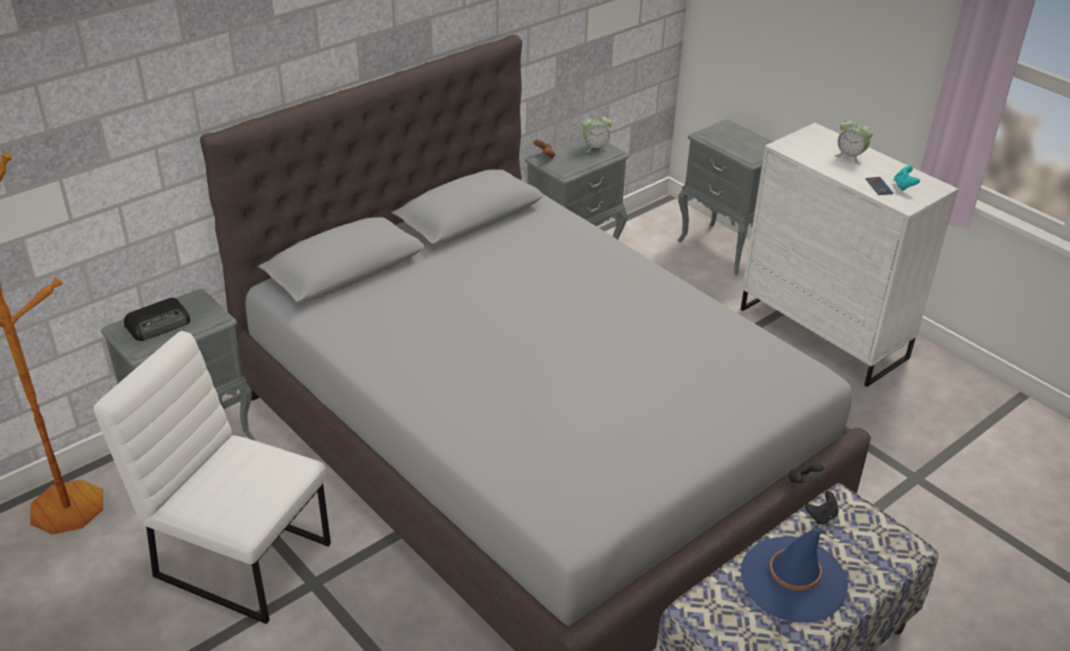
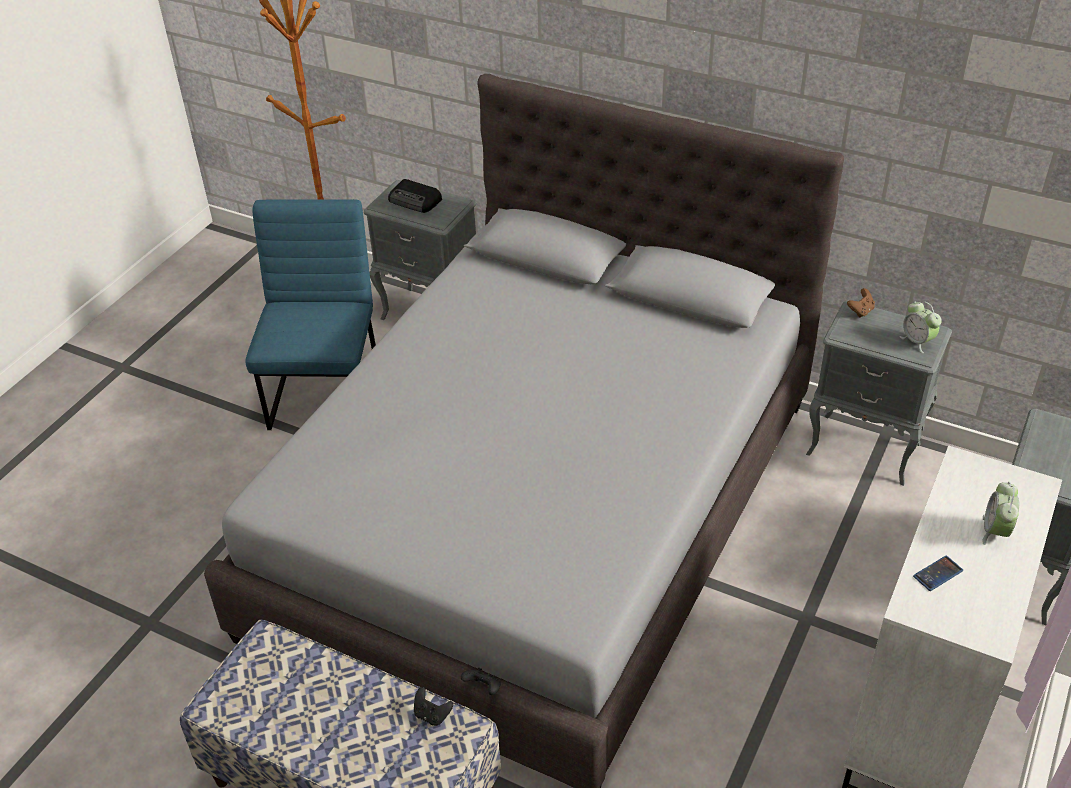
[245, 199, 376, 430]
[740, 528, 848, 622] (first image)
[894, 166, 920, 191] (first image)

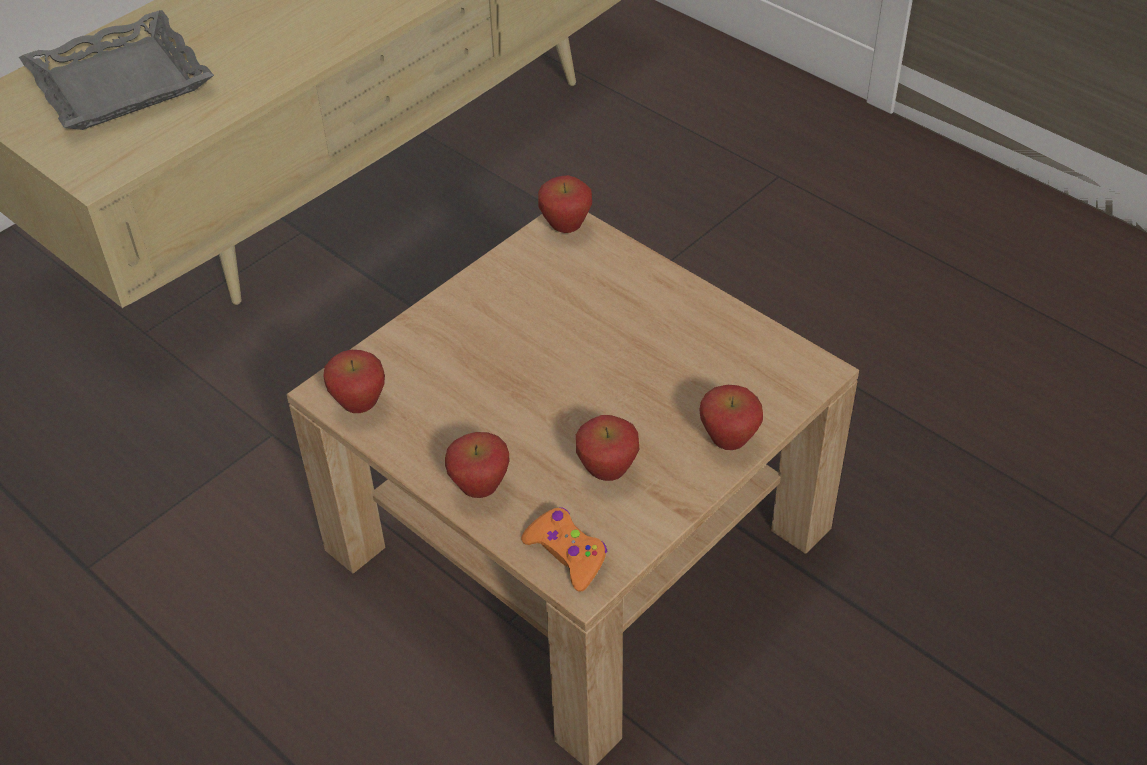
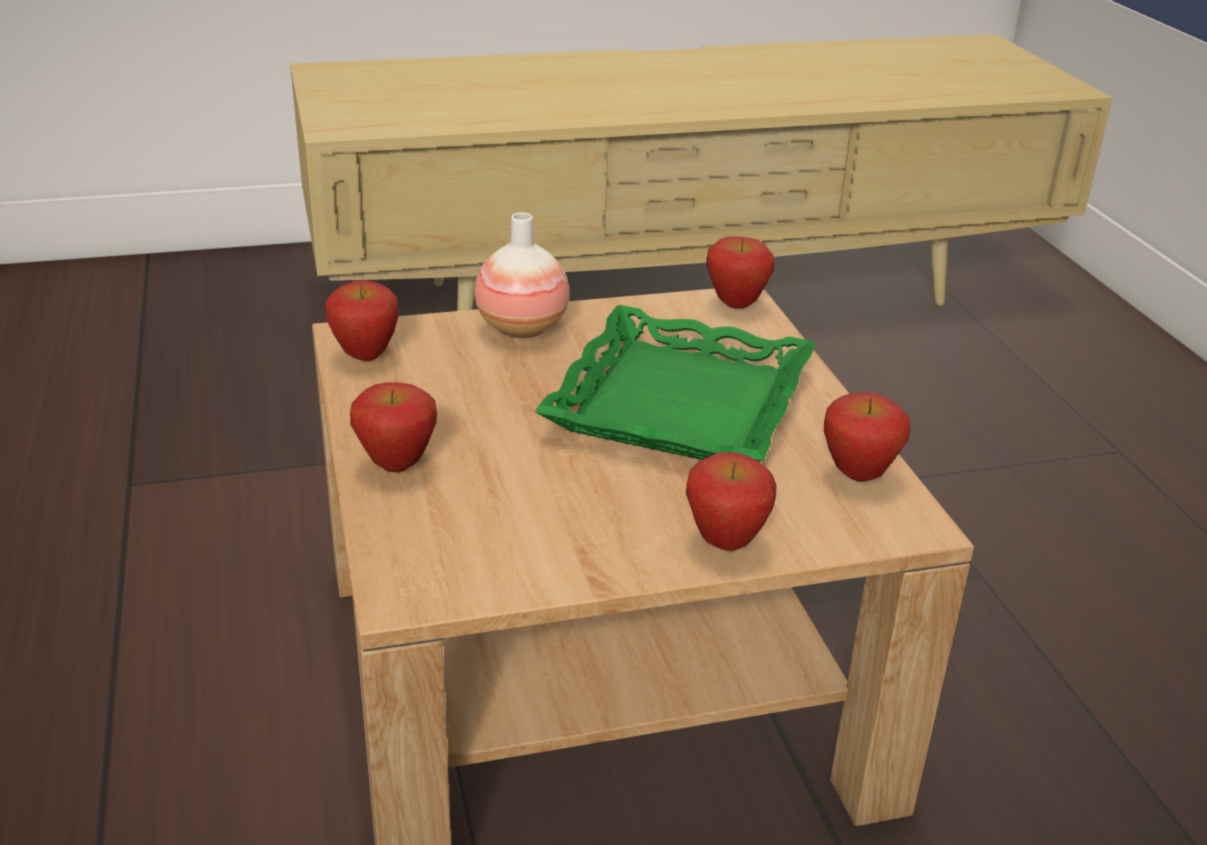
[474, 212, 569, 338]
[535, 305, 816, 462]
[824, 392, 910, 482]
[19, 10, 214, 130] (first image)
[521, 507, 608, 591] (first image)

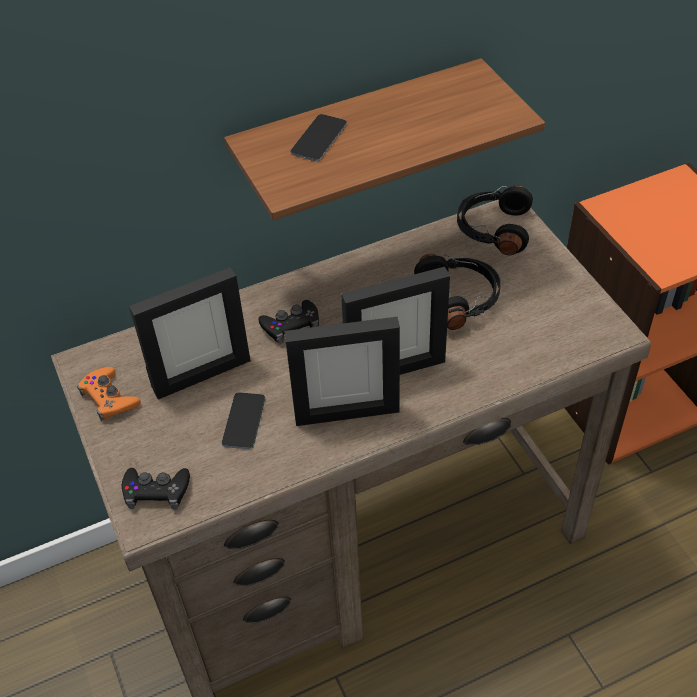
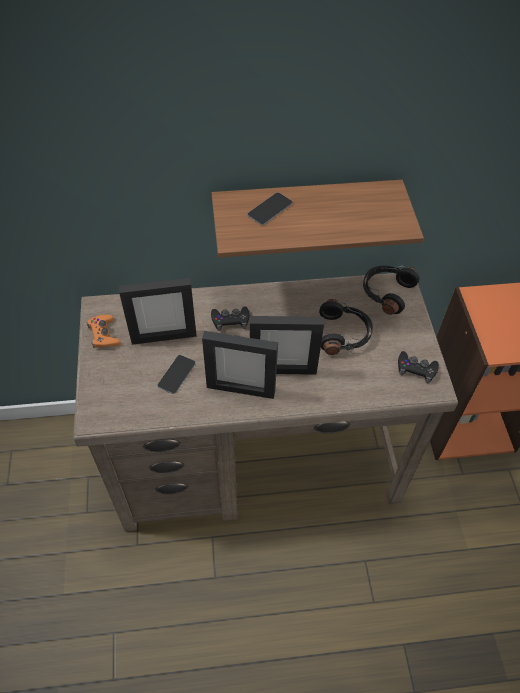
[398, 351, 439, 383]

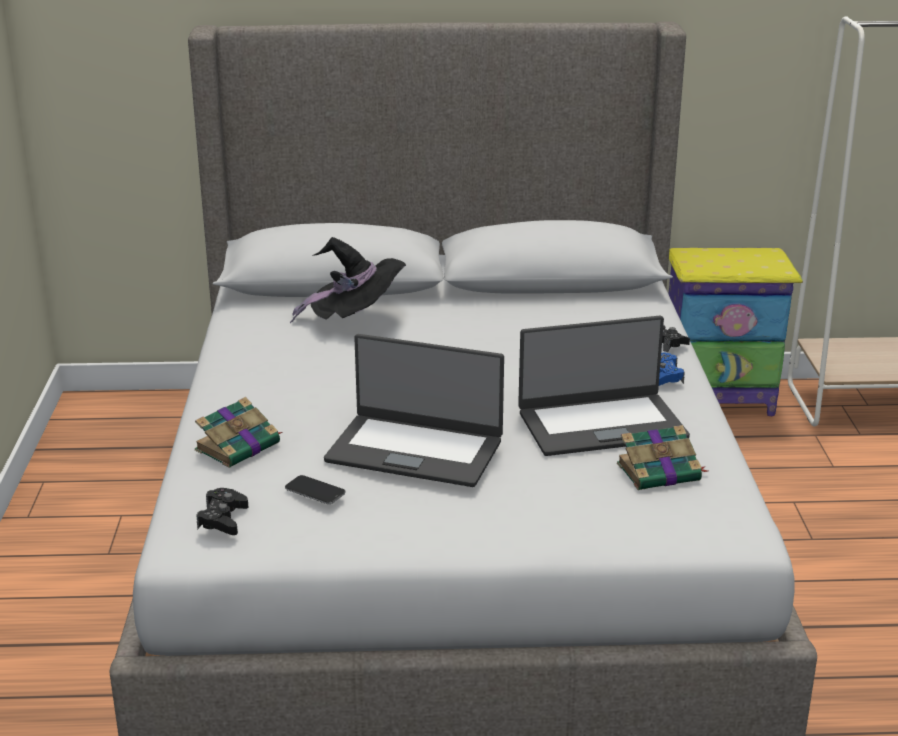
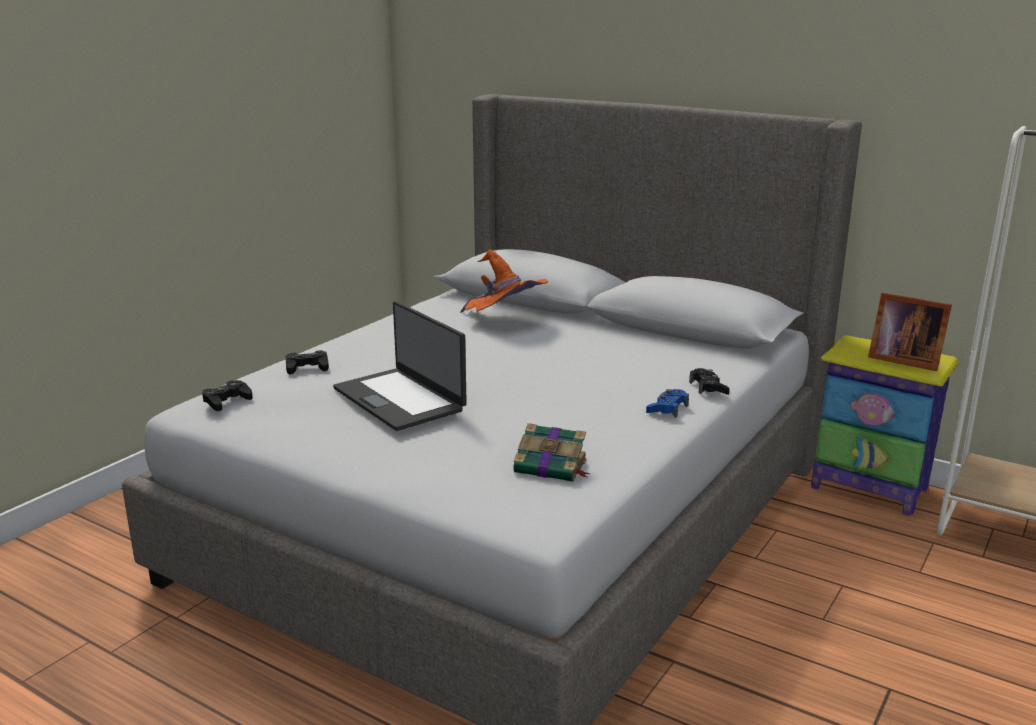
[286, 350, 329, 374]
[460, 249, 548, 313]
[868, 293, 952, 371]
[285, 475, 346, 504] (first image)
[518, 316, 690, 456] (first image)

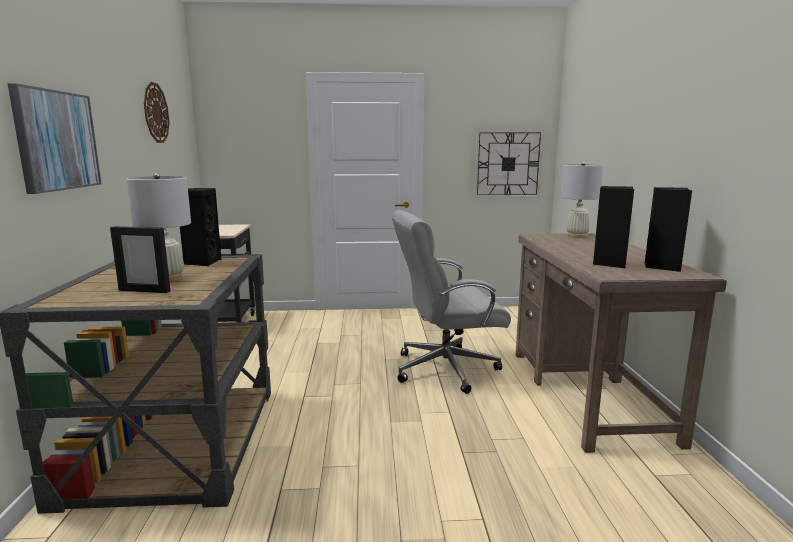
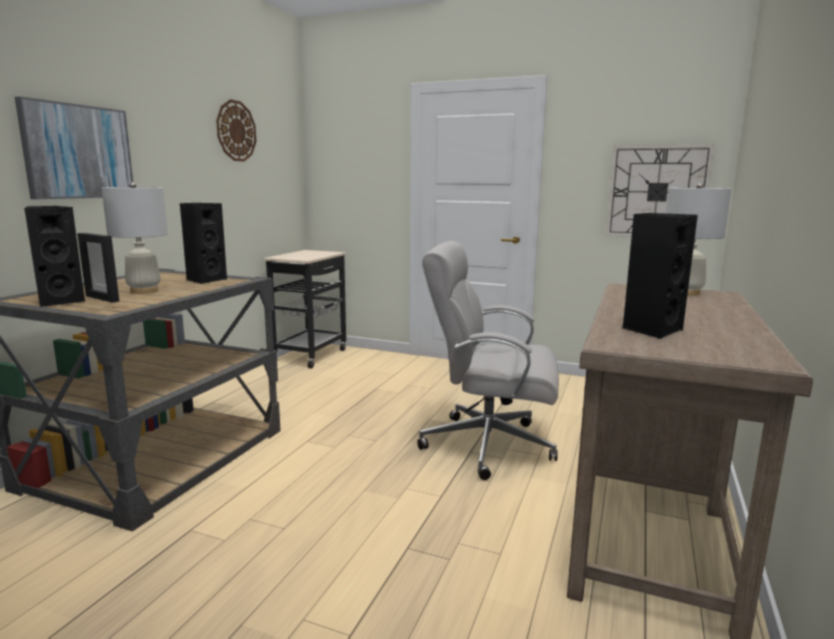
[24, 206, 85, 307]

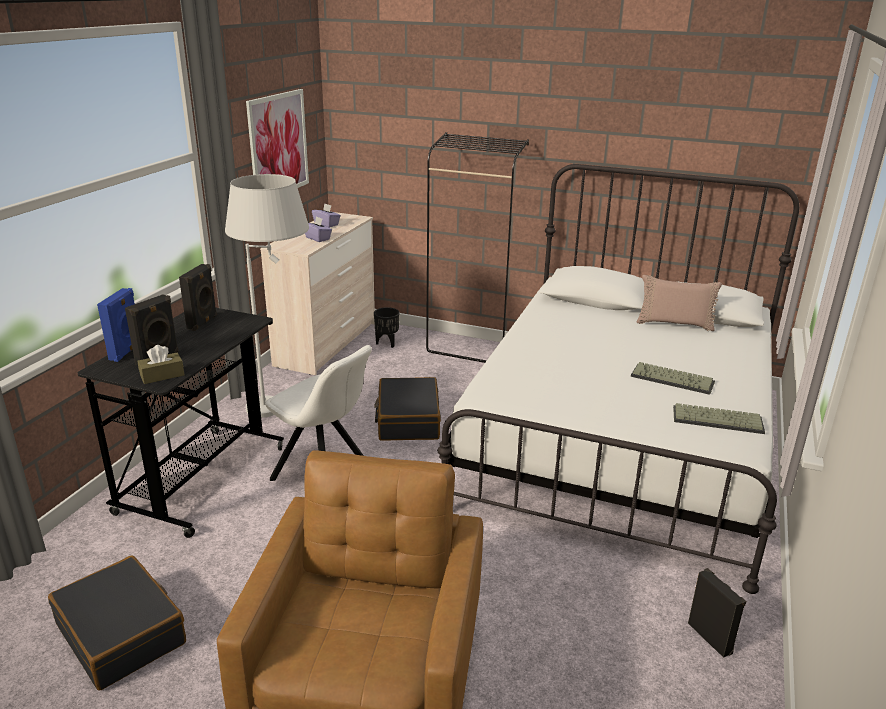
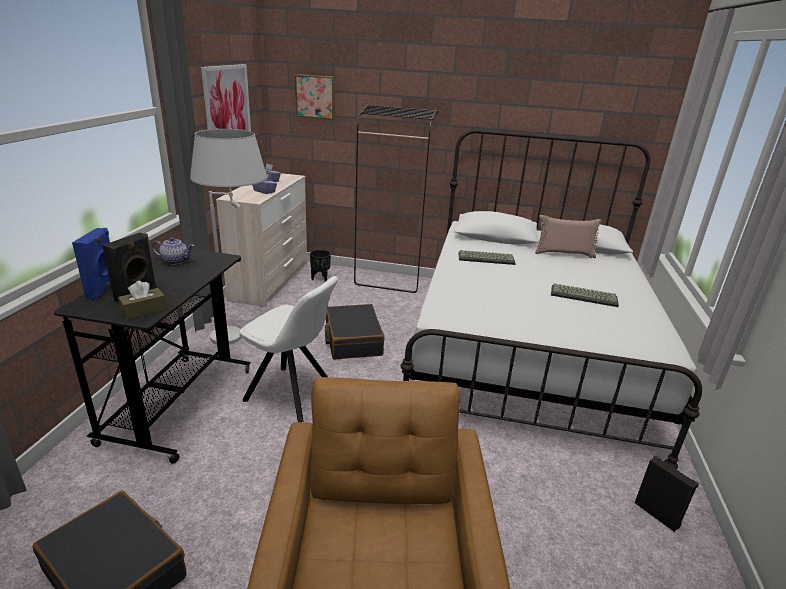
[152, 237, 194, 265]
[295, 74, 335, 120]
[458, 250, 516, 265]

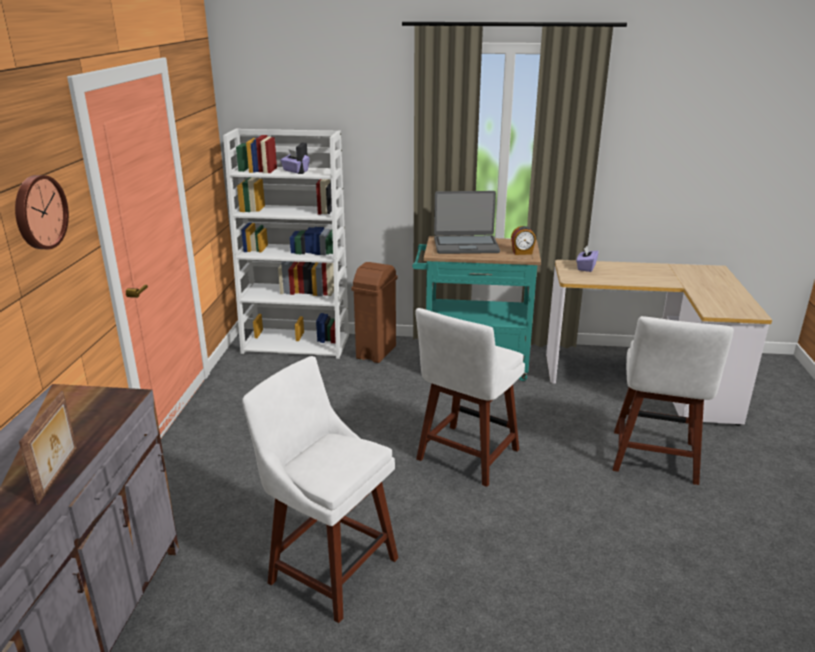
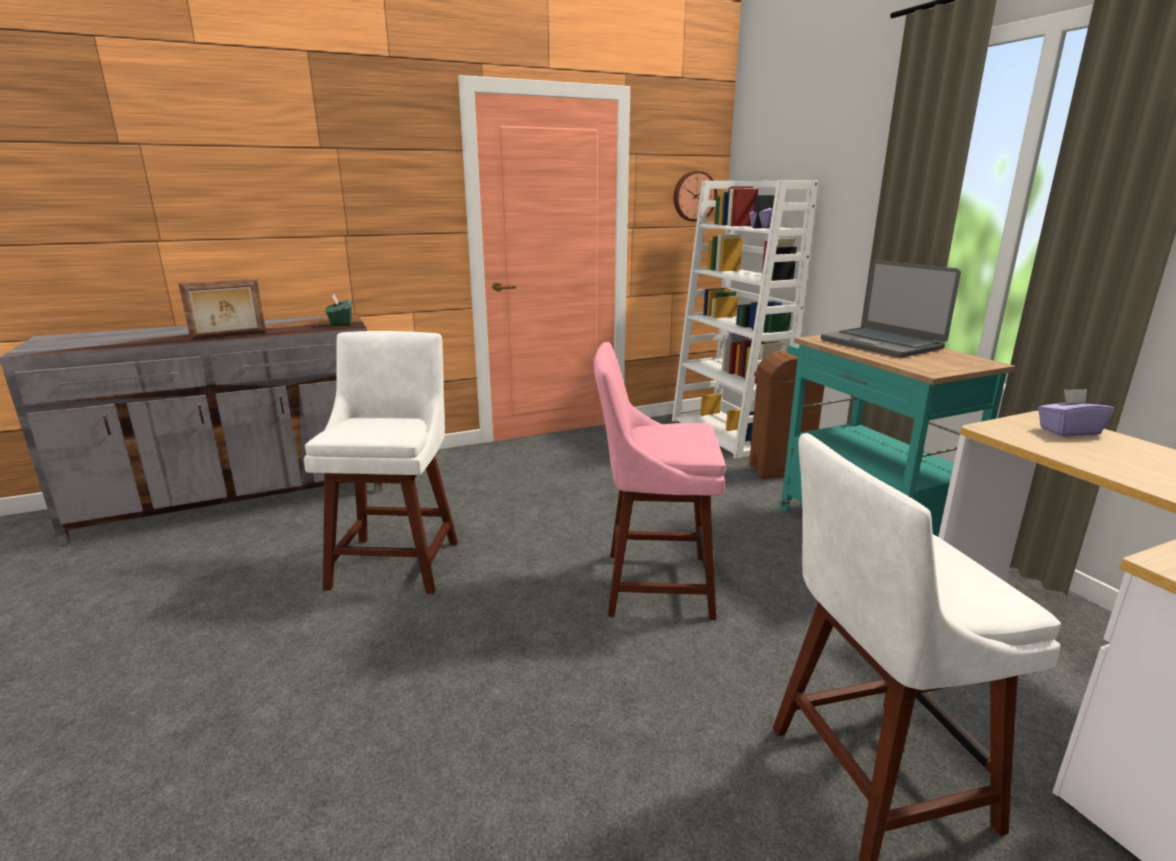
[325, 294, 352, 326]
[594, 342, 725, 620]
[674, 171, 717, 222]
[511, 226, 536, 255] (first image)

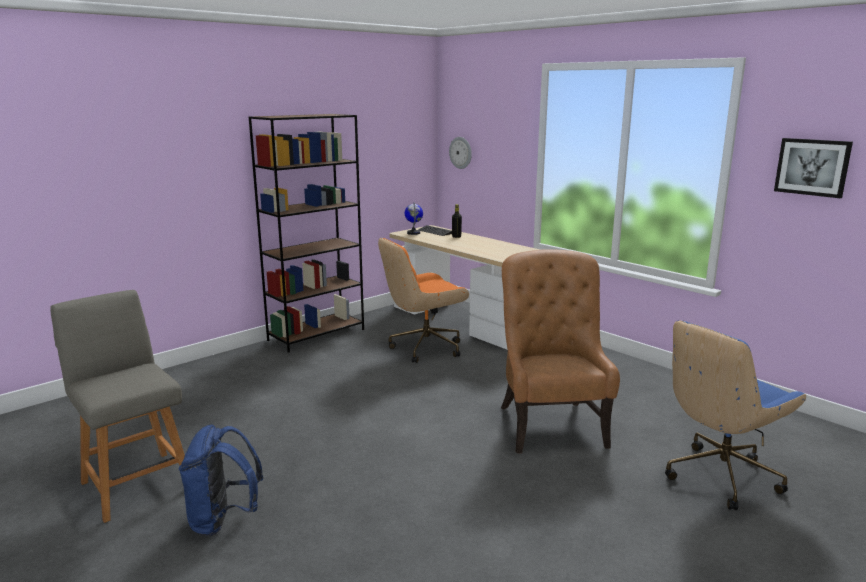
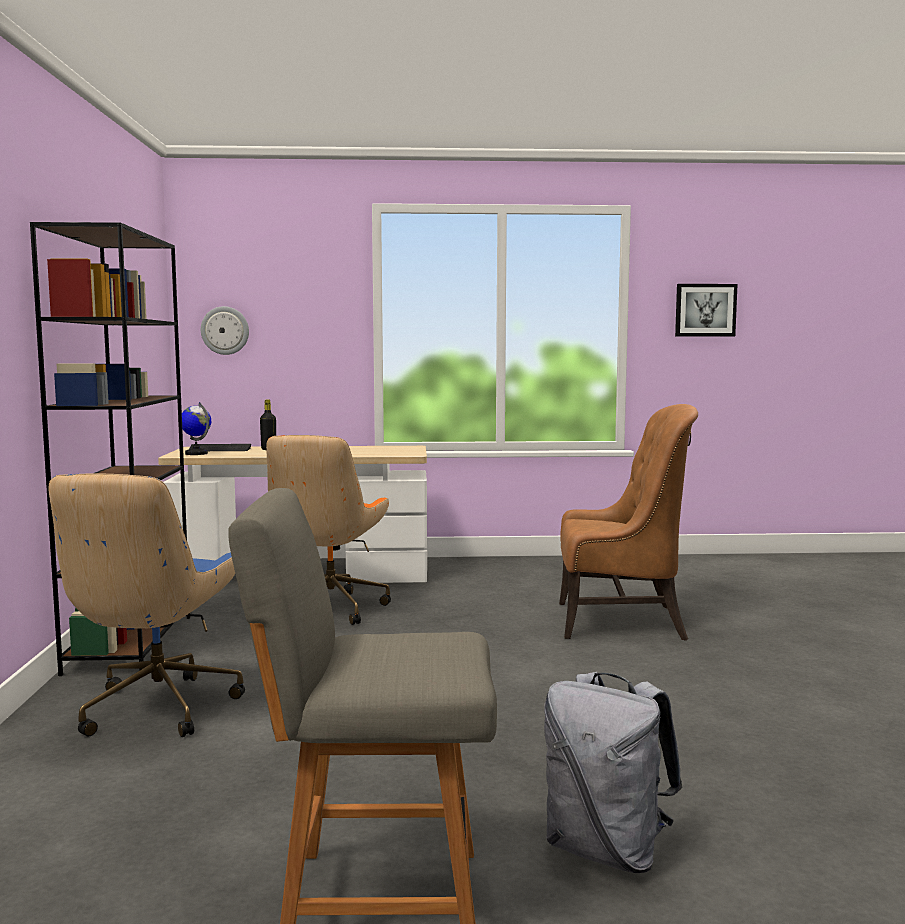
[49, 473, 245, 737]
[544, 672, 682, 873]
[559, 404, 698, 641]

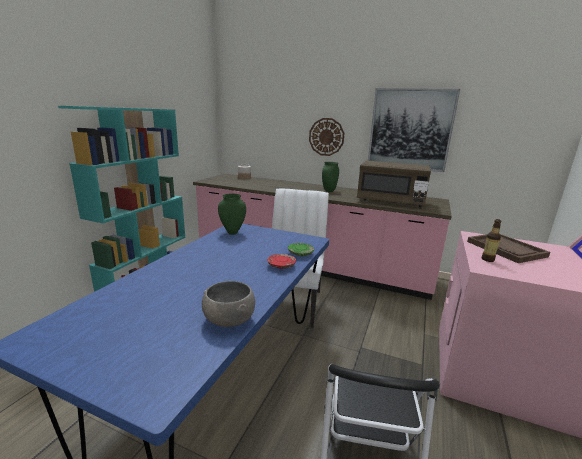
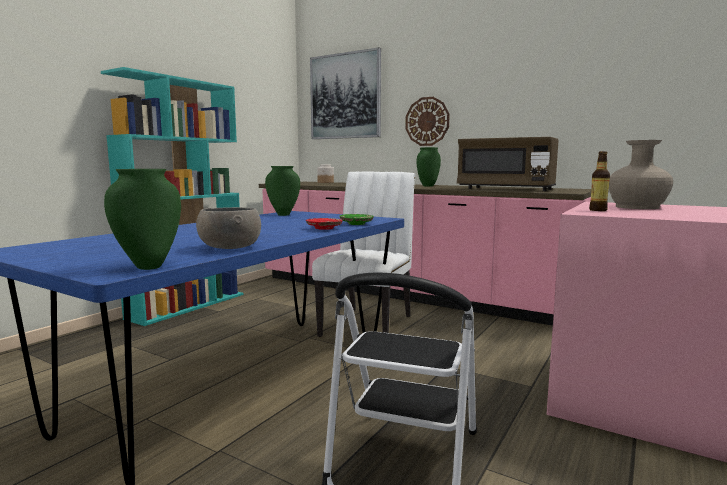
[104, 169, 181, 270]
[310, 47, 381, 139]
[609, 140, 673, 209]

